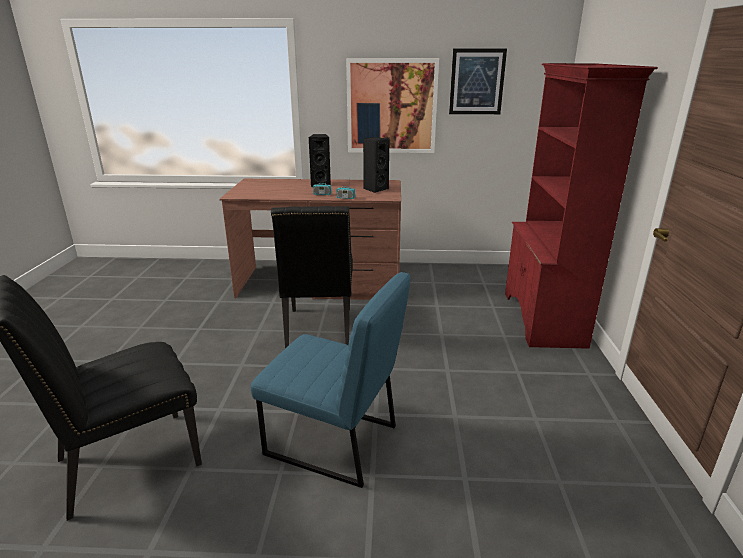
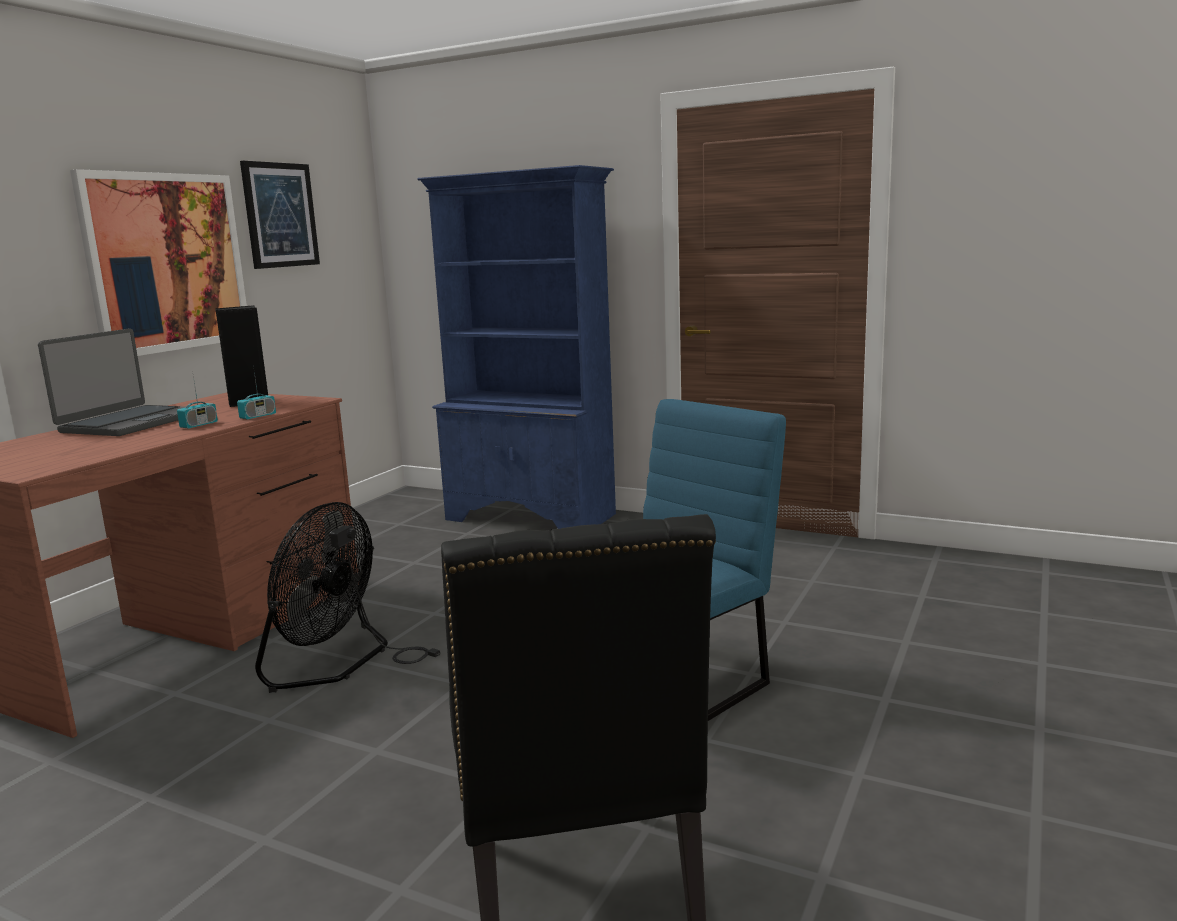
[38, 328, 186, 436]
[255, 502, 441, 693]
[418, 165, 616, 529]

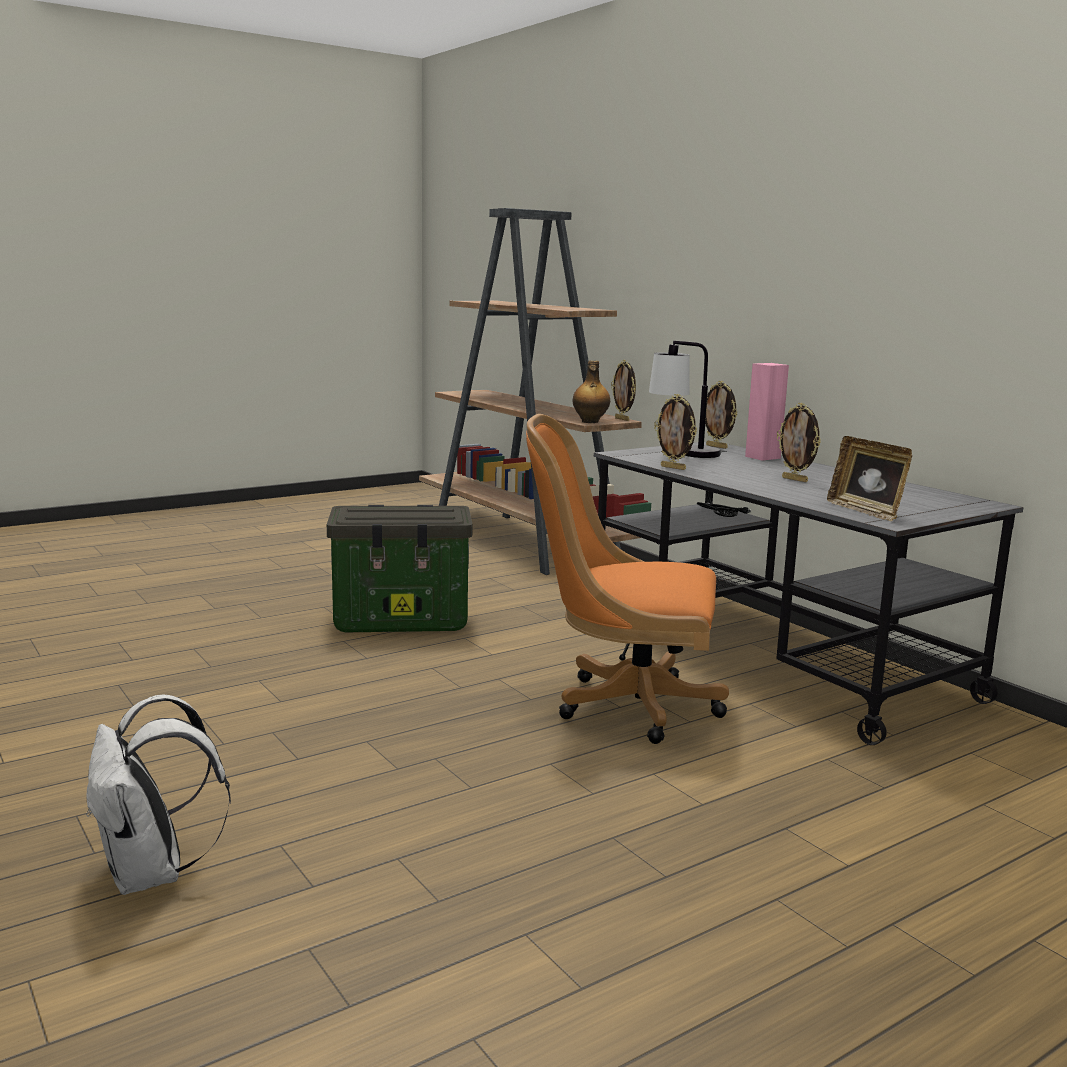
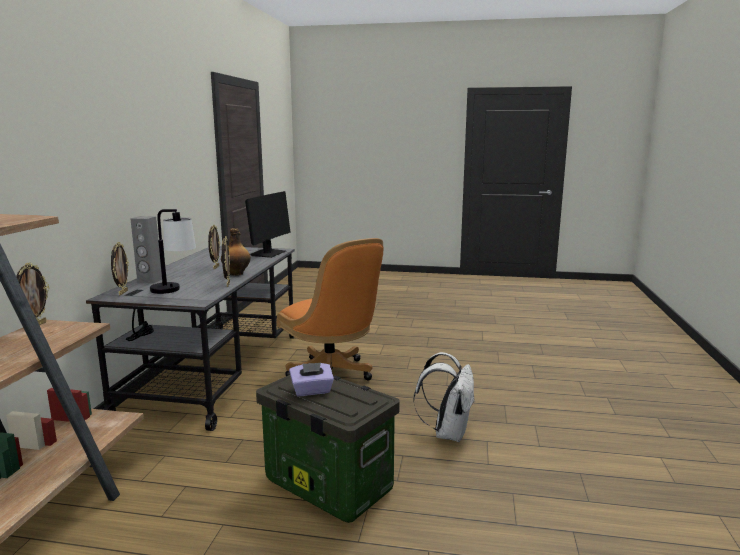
[130, 216, 162, 284]
[221, 228, 251, 276]
[245, 191, 291, 258]
[289, 363, 334, 396]
[413, 352, 475, 442]

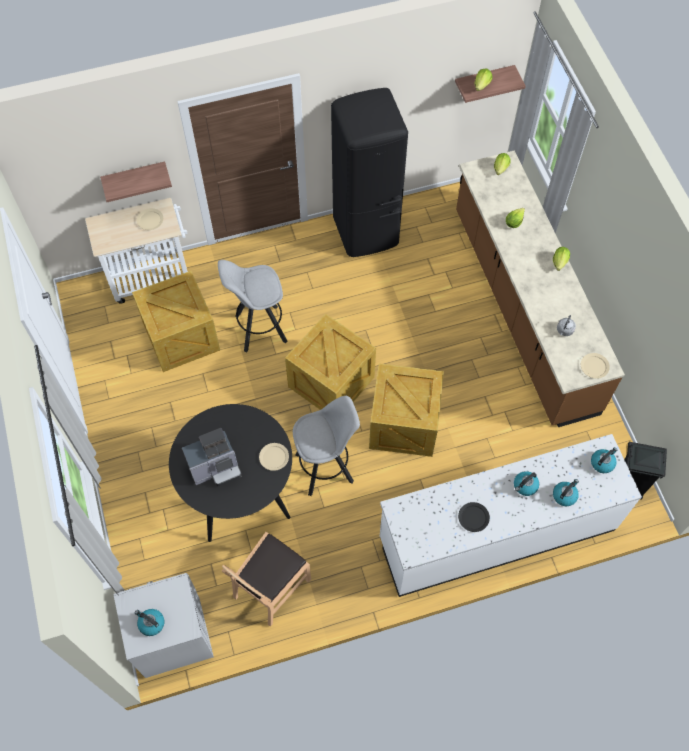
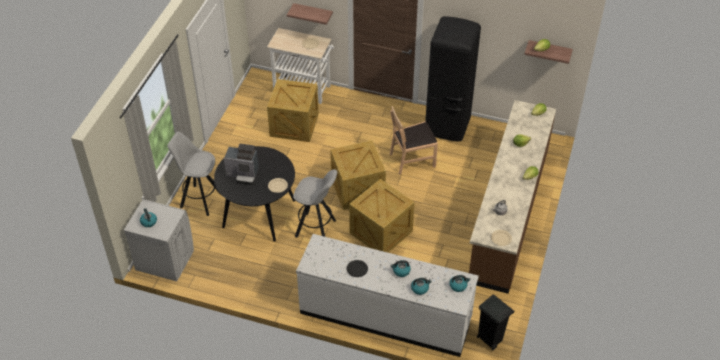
[167, 132, 221, 216]
[390, 106, 438, 175]

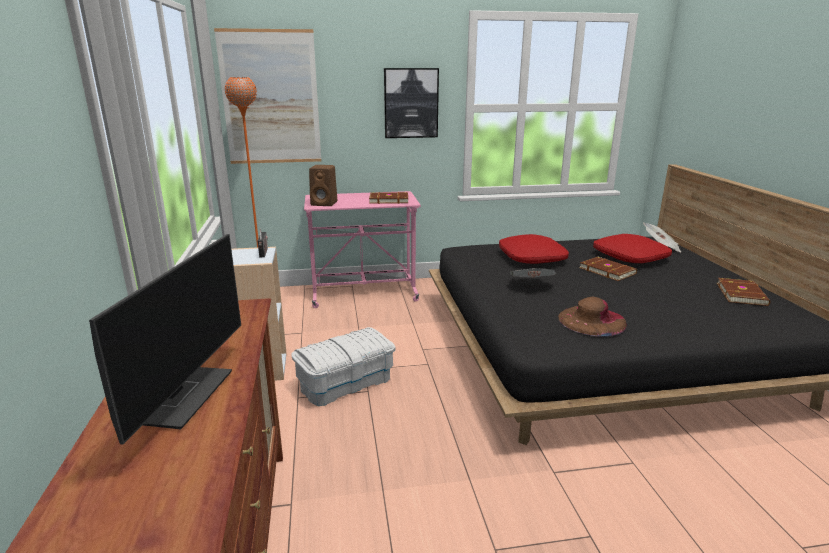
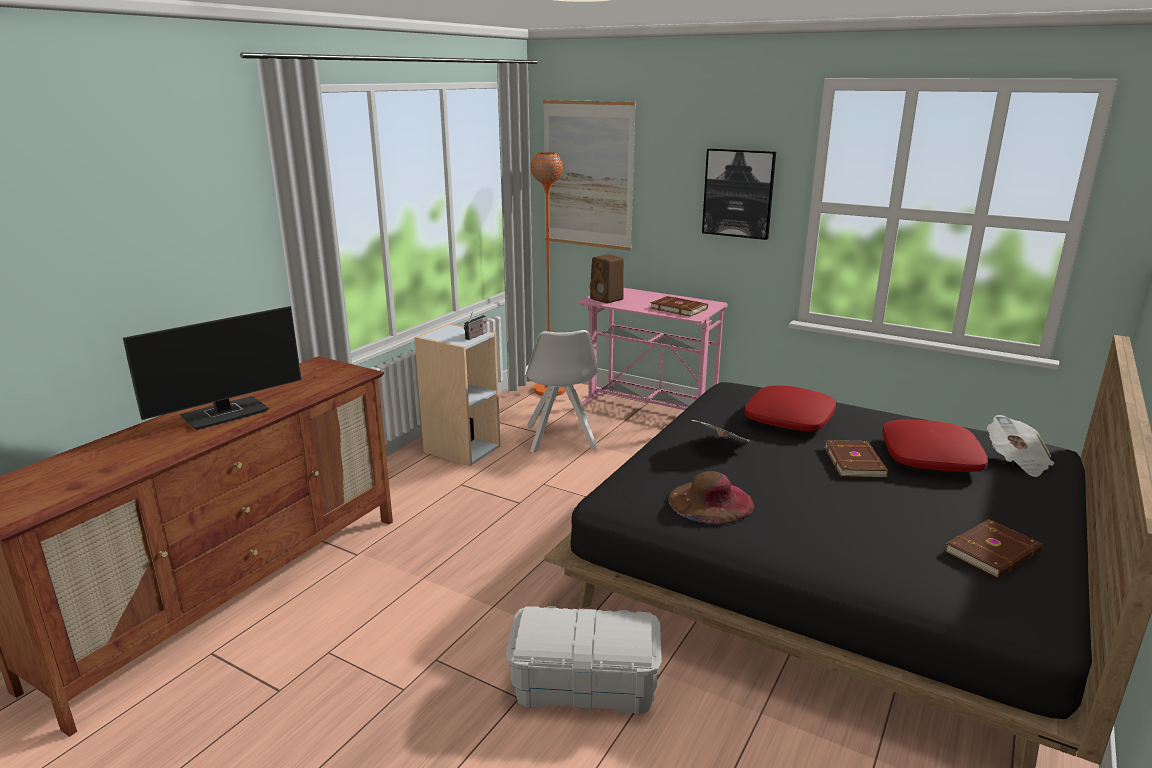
[506, 606, 662, 714]
[525, 330, 598, 453]

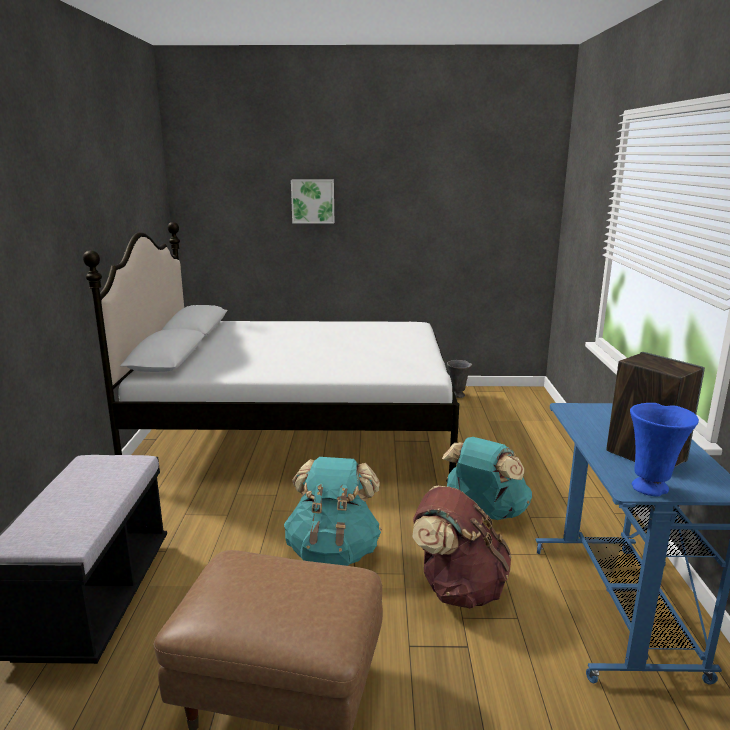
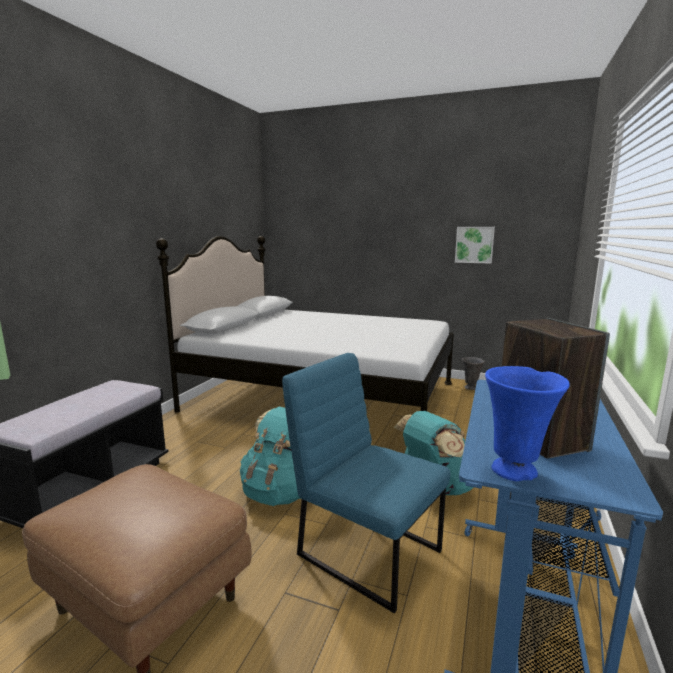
[282, 353, 450, 613]
[455, 227, 495, 264]

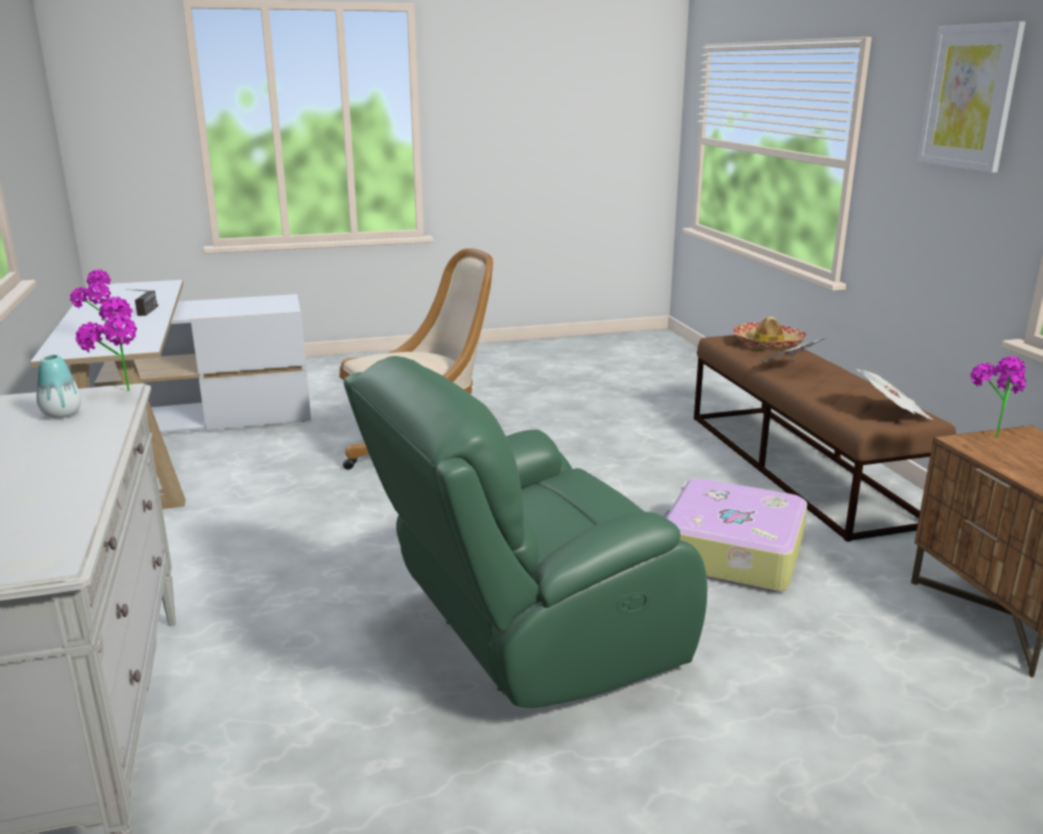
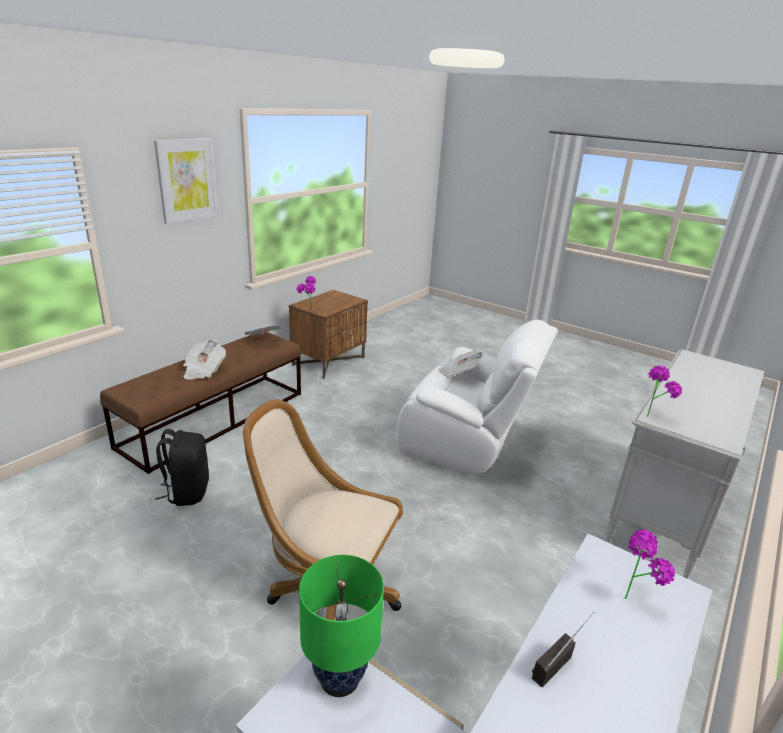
[155, 429, 209, 506]
[299, 555, 384, 697]
[397, 320, 558, 473]
[438, 350, 484, 378]
[36, 354, 81, 418] (first image)
[663, 478, 807, 592] (first image)
[733, 316, 807, 350] (first image)

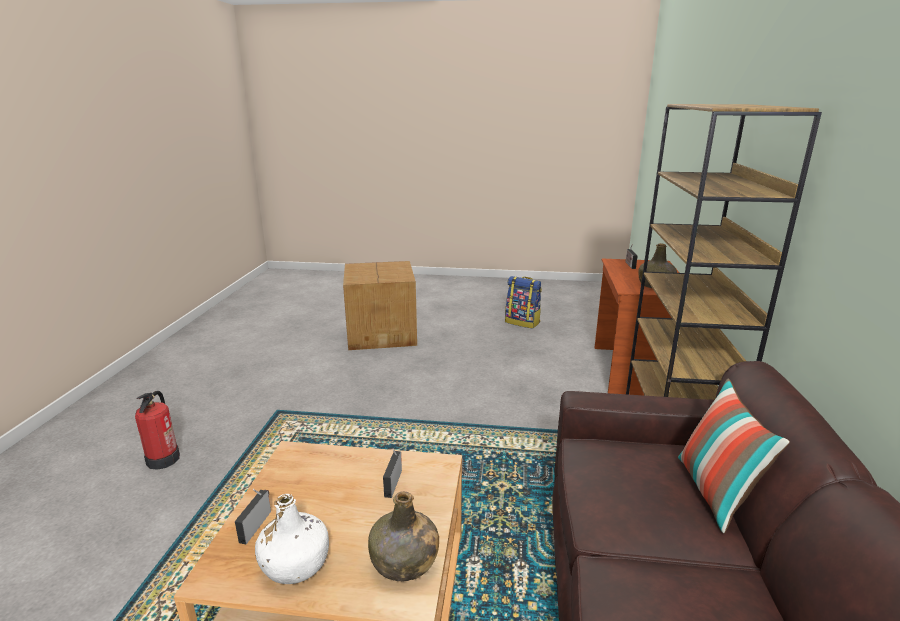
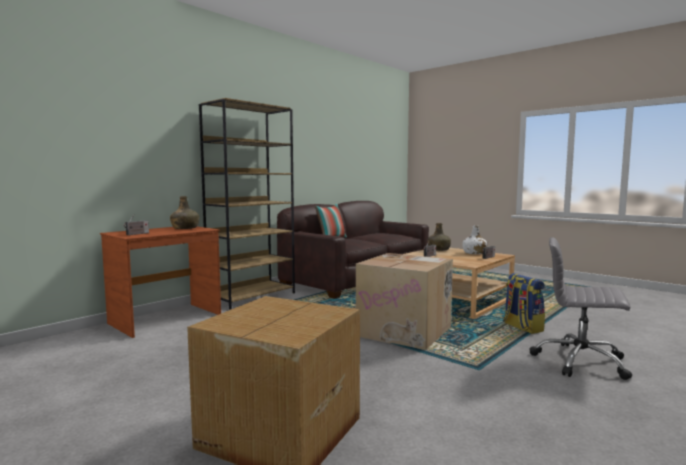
[356, 253, 453, 350]
[503, 273, 545, 334]
[529, 237, 632, 380]

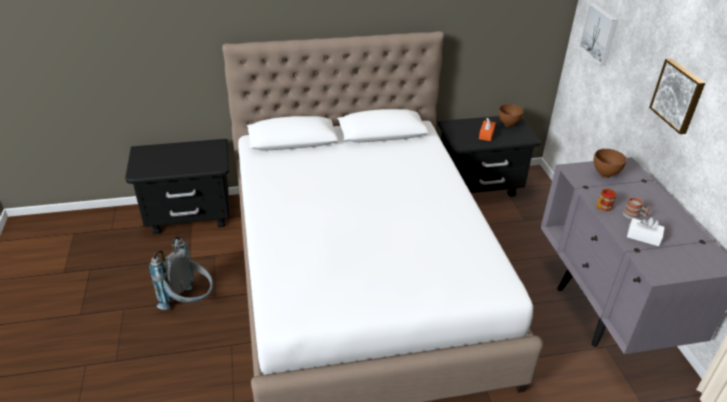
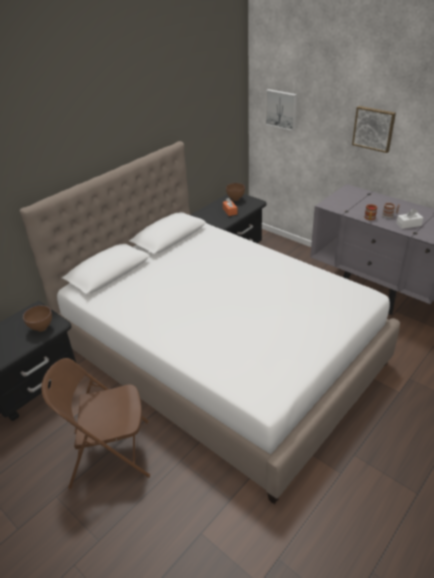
[23, 305, 52, 332]
[41, 358, 150, 490]

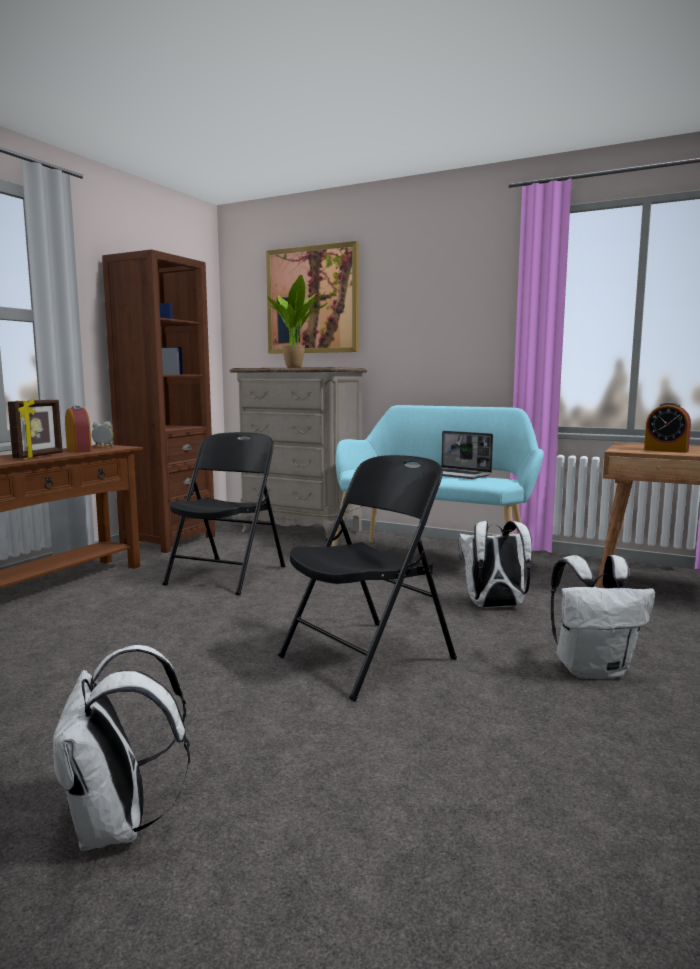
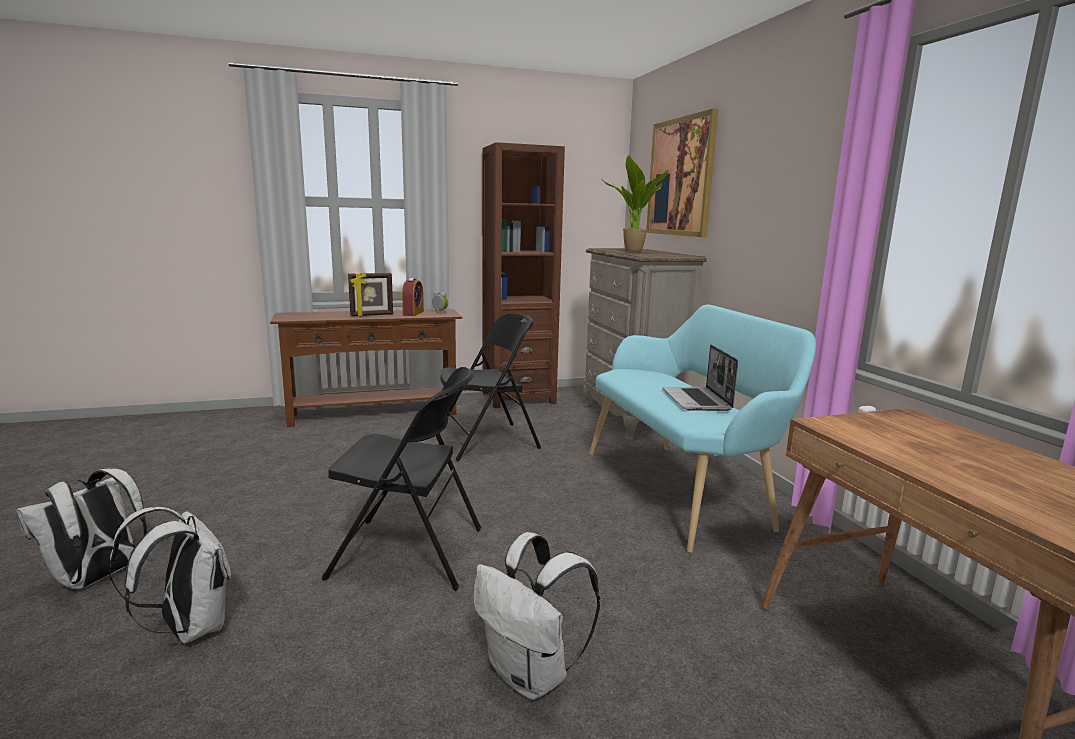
[108, 507, 231, 644]
[644, 402, 691, 453] (first image)

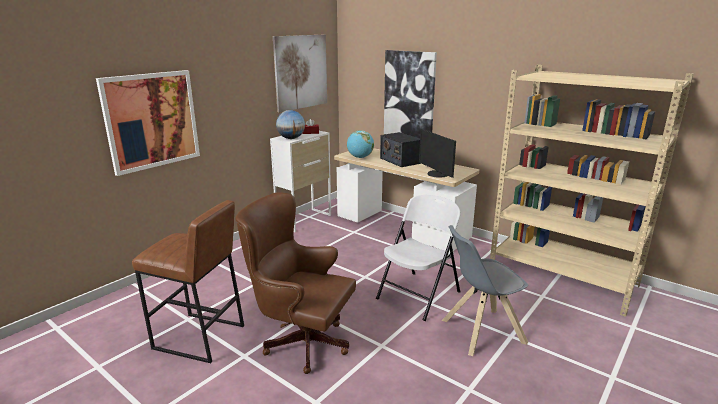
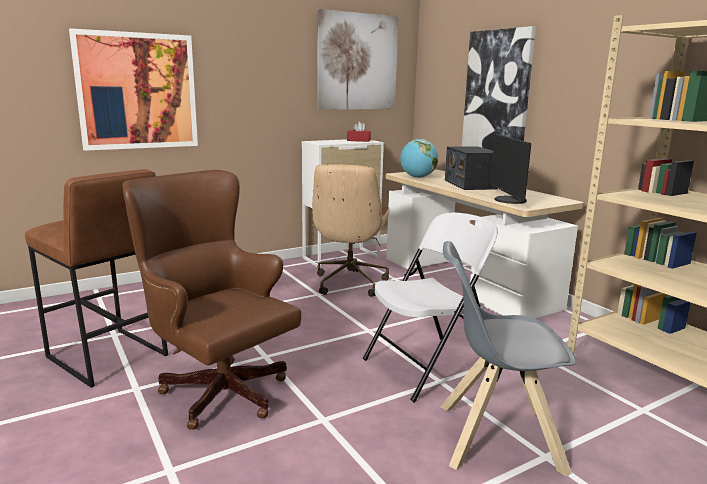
[312, 164, 390, 297]
[276, 110, 305, 139] (first image)

